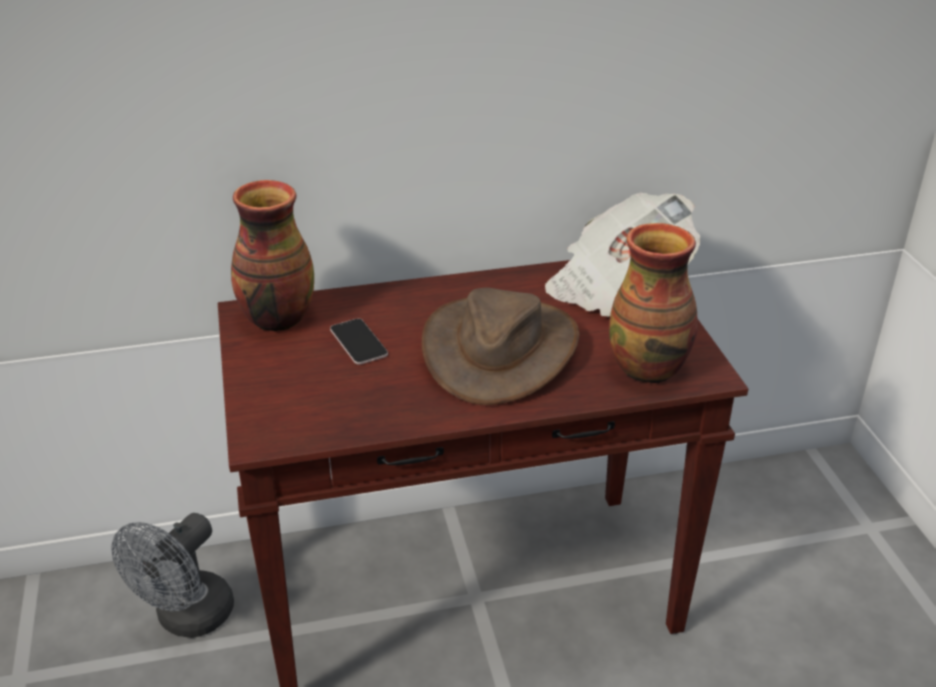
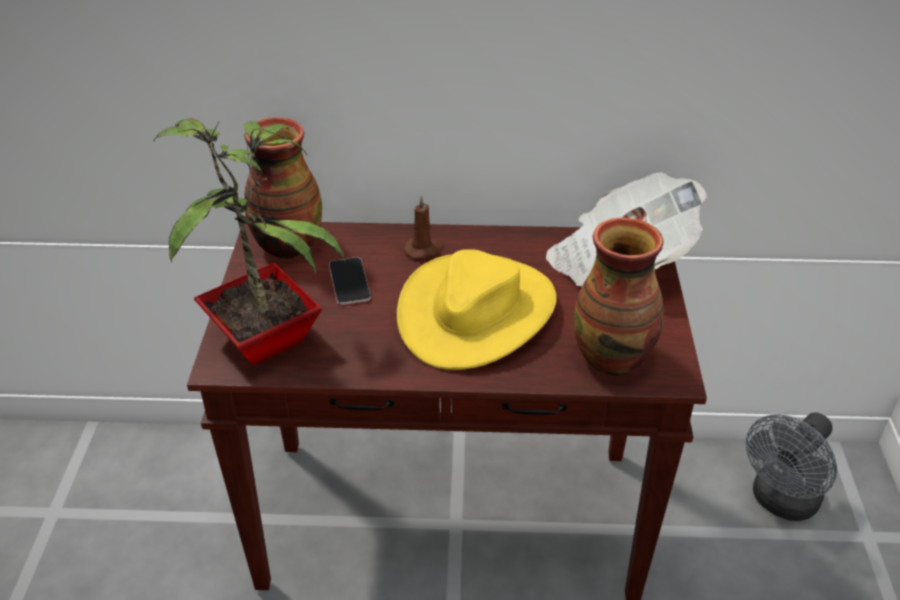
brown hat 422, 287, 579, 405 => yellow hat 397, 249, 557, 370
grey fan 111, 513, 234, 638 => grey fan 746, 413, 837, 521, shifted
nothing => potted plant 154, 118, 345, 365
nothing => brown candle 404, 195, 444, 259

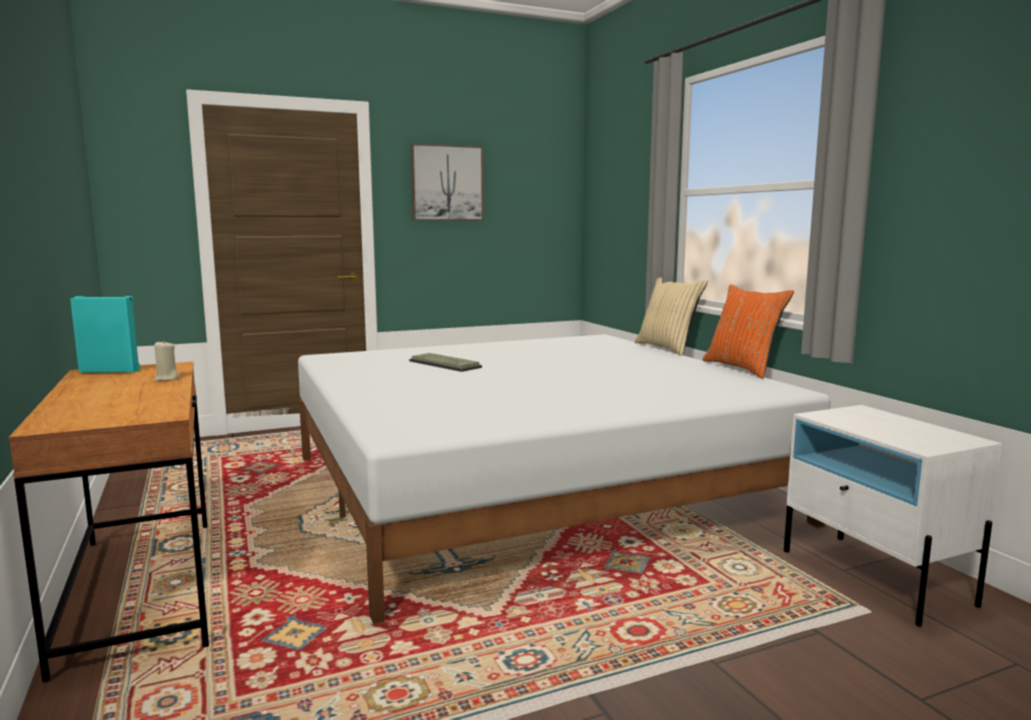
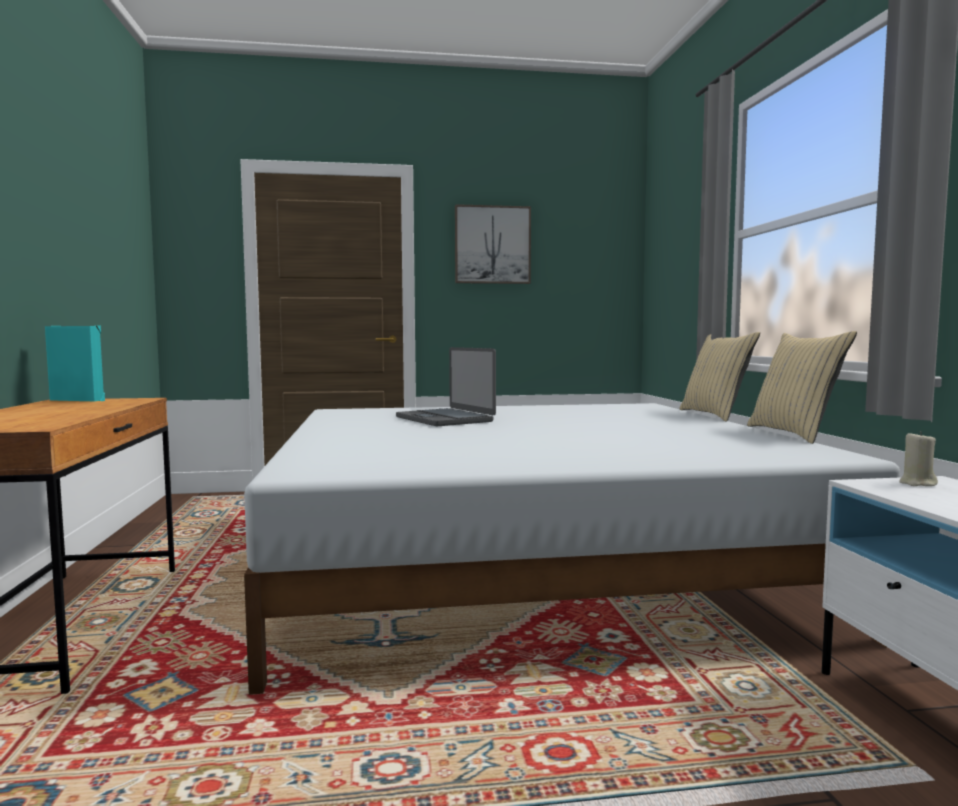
orange pillow 702, 284, 794, 379 => beige pillow 747, 331, 857, 444
beige candle 154, 340, 180, 381 => beige candle 899, 431, 938, 486, shifted
keyboard 409, 353, 482, 372 => laptop 396, 347, 496, 426

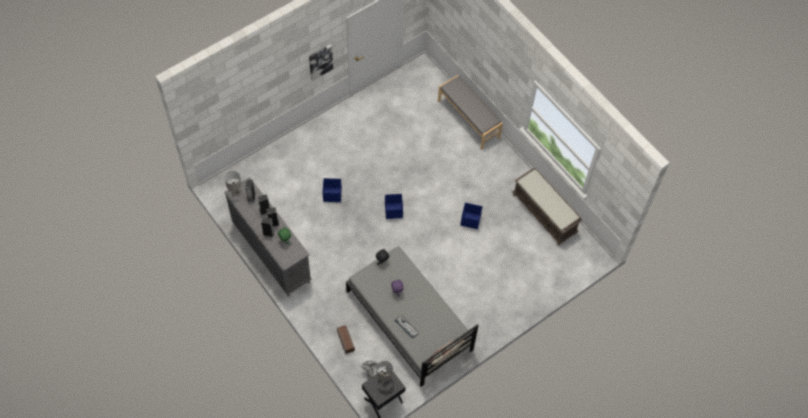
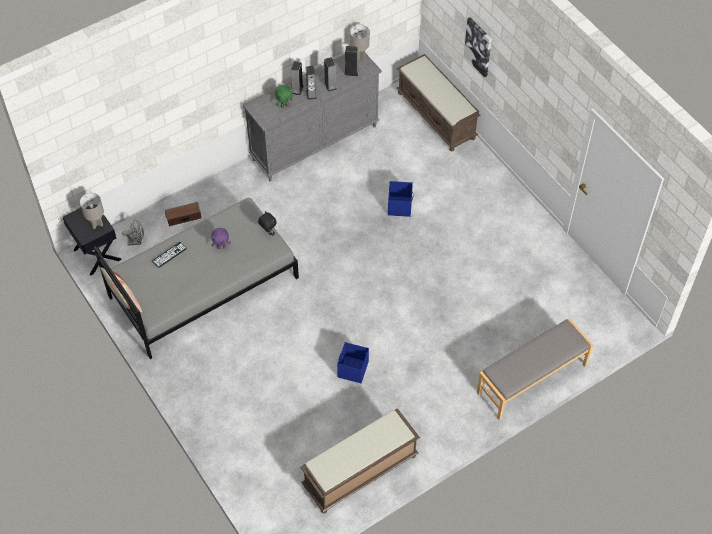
picture 309, 44, 333, 81 => picture 464, 17, 492, 77, shifted
blue storage box 385, 194, 404, 219 => nothing
nothing => brown bench 396, 54, 481, 152

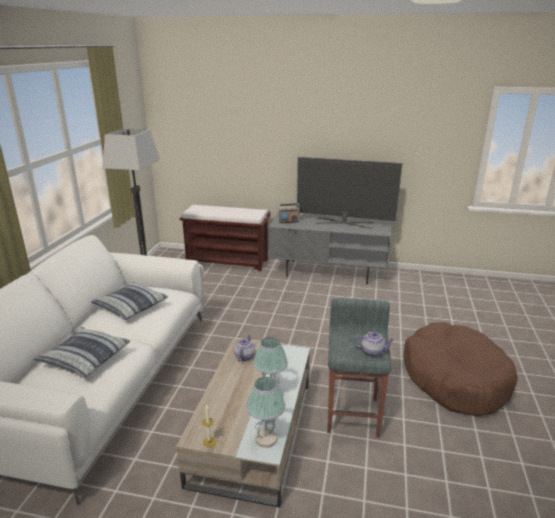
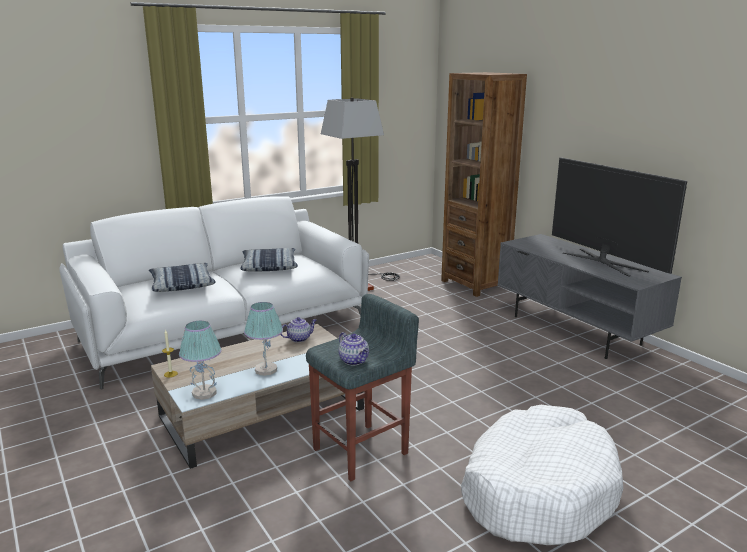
radio 278, 204, 300, 223 => nothing
brown bench 179, 205, 271, 271 => brown bookcase 441, 72, 527, 297
brown dog bed 403, 322, 518, 416 => white dog bed 461, 405, 623, 545

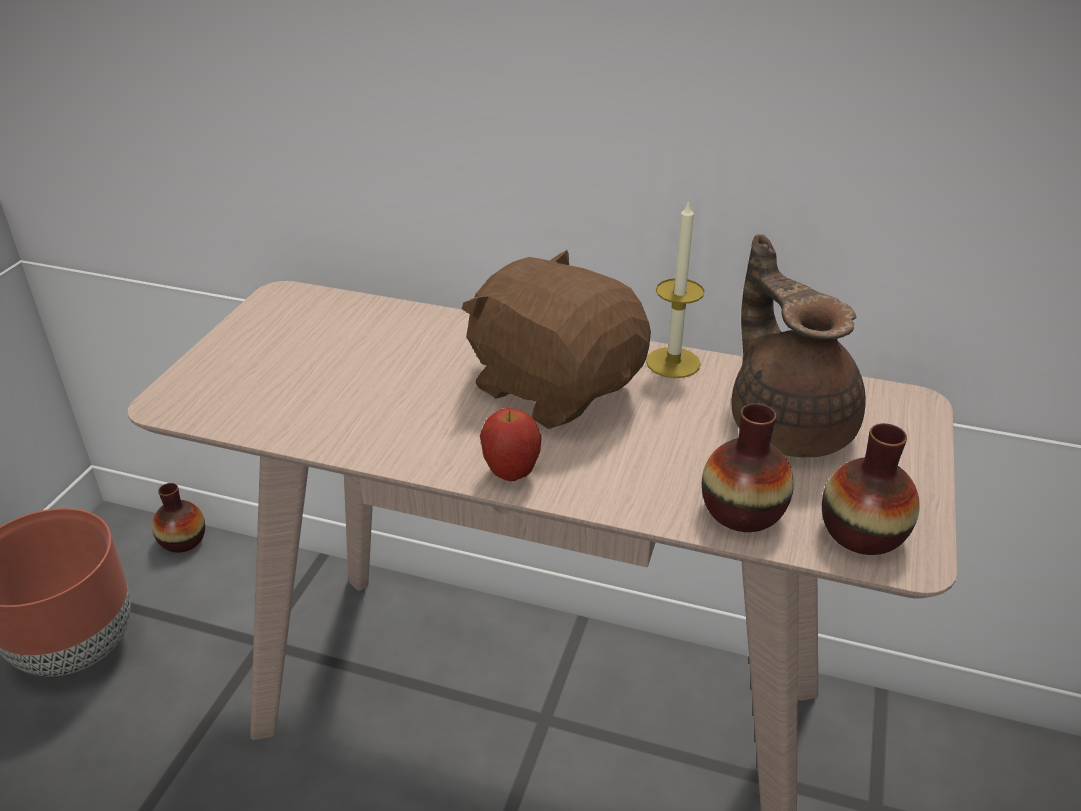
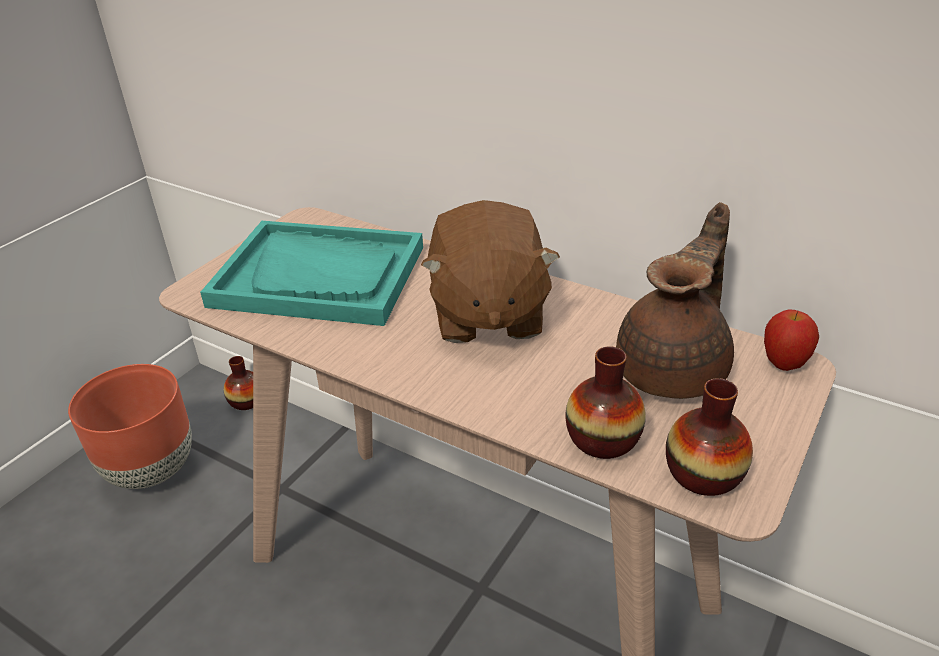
candle 646, 199, 705, 378 => nothing
brown teapot 732, 234, 866, 457 => brown teapot 616, 202, 734, 399, 45 degrees clockwise
brown plush toy 462, 250, 651, 429 => brown plush toy 421, 200, 560, 343, 150 degrees counterclockwise
apple 480, 408, 542, 481 => apple 764, 309, 819, 371, shifted
nothing => turquoise tray 200, 221, 423, 326

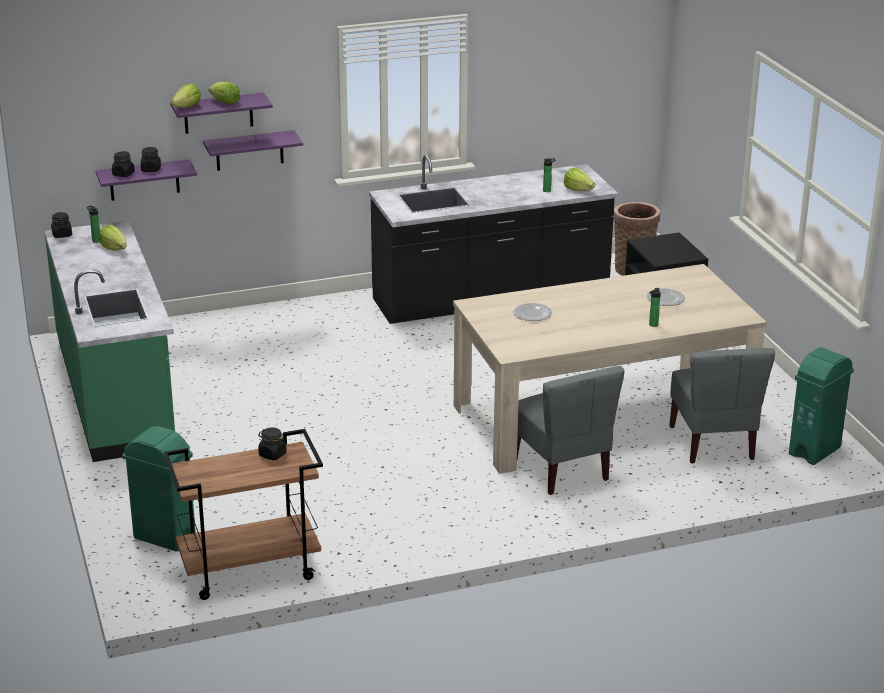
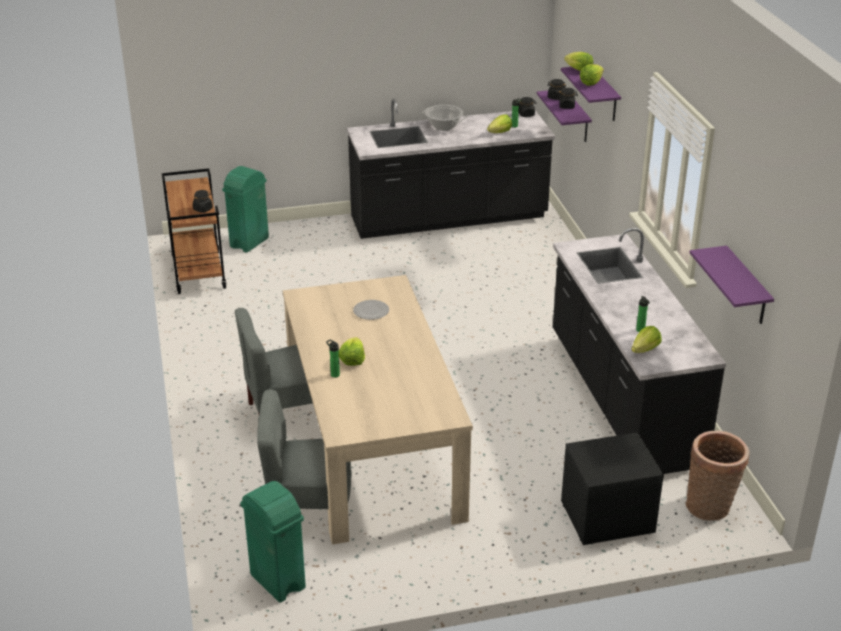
purple shelf 203, 130, 303, 171 => purple shelf 689, 246, 774, 324, shifted
green counter 44, 220, 175, 462 => black counter 347, 99, 555, 239
plate 647, 289, 685, 306 => nothing
nothing => cooking pot 422, 105, 466, 131
nothing => lettuce 339, 337, 365, 366

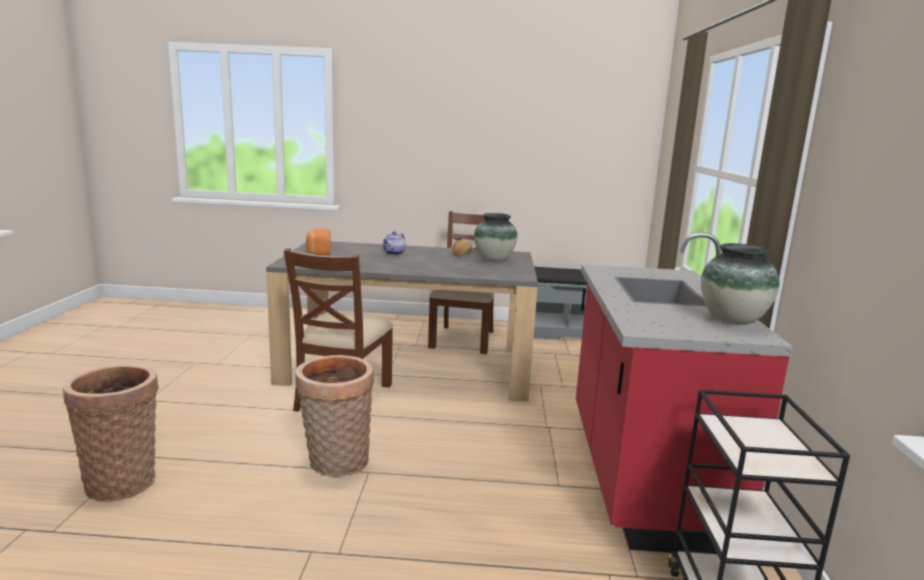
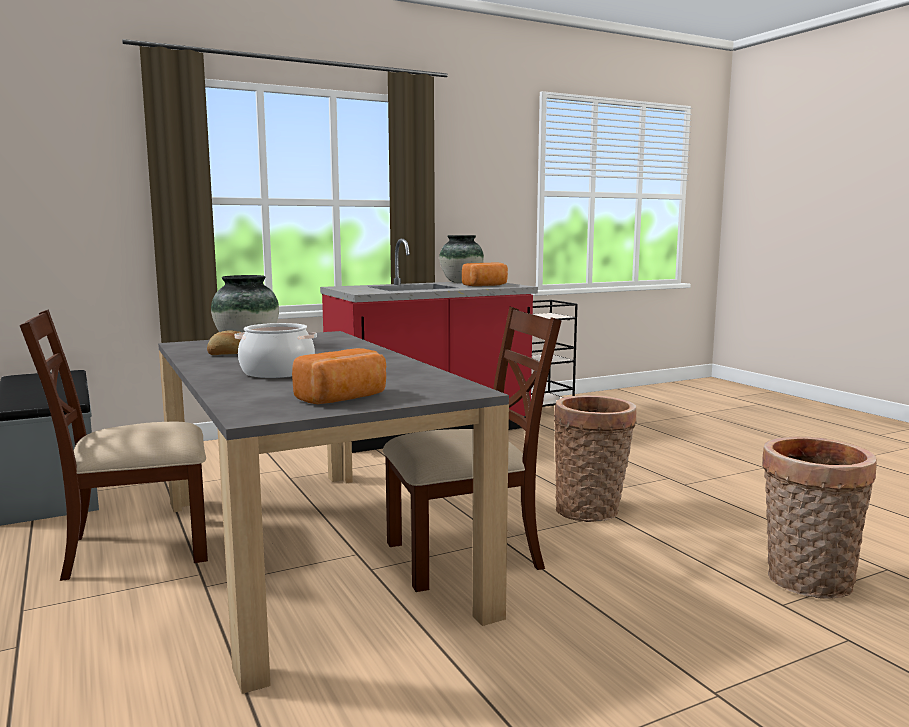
teapot 383, 231, 406, 255 => cooking pot 235, 323, 317, 378
nothing => bread 462, 263, 508, 286

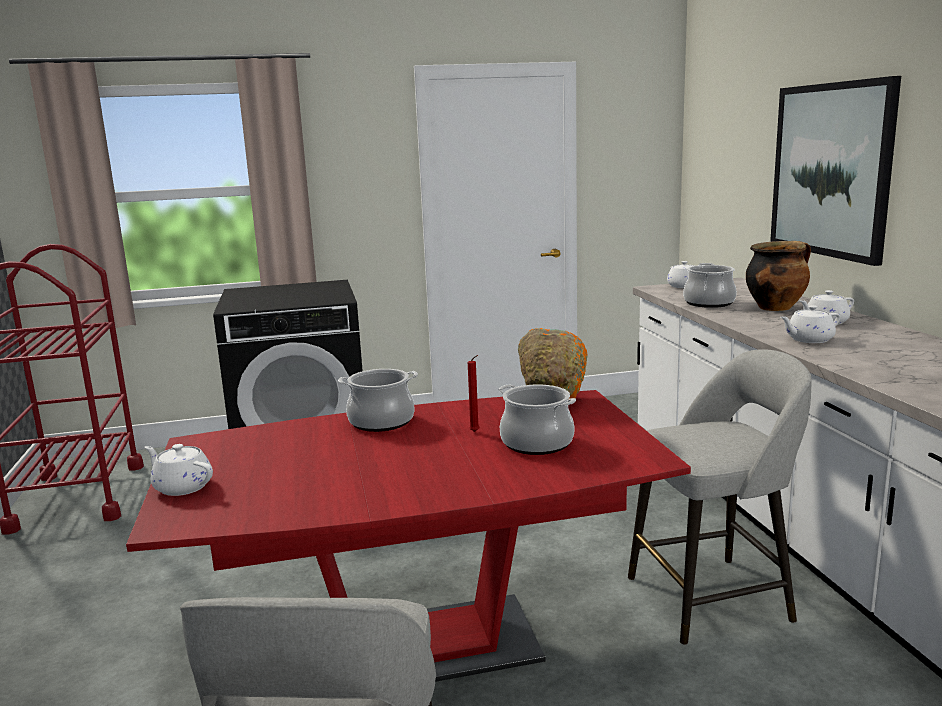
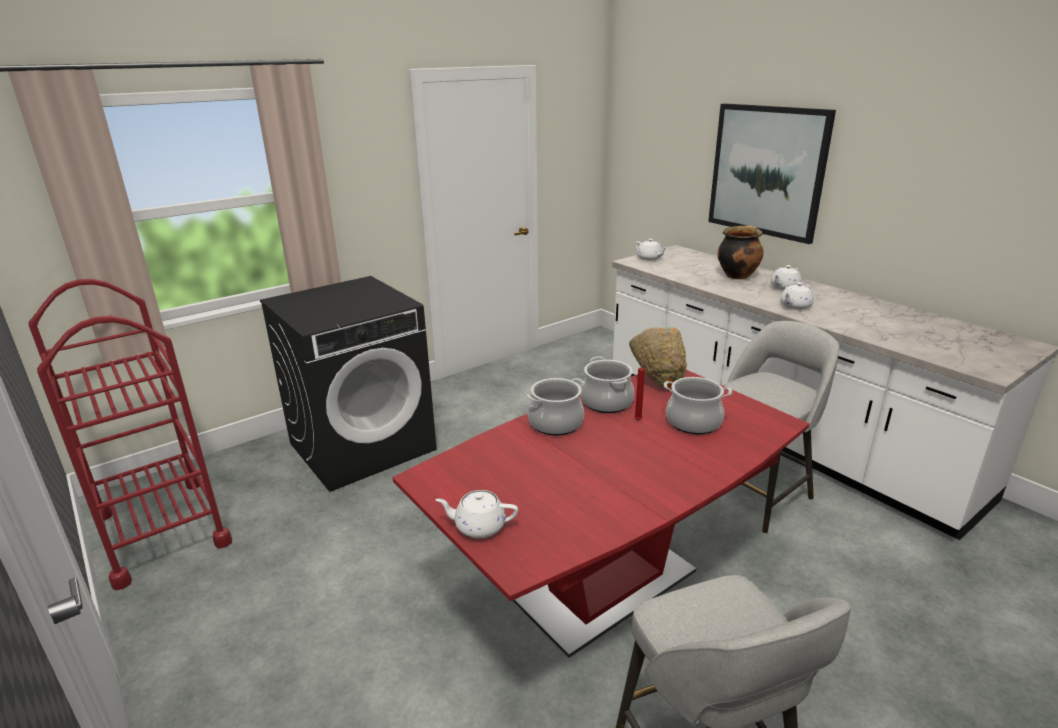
cooking pot 683, 263, 737, 308 => cooking pot 581, 356, 634, 413, shifted

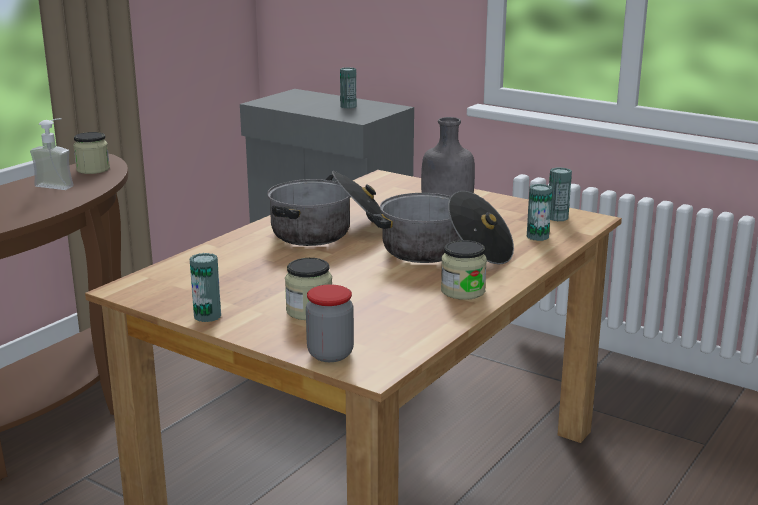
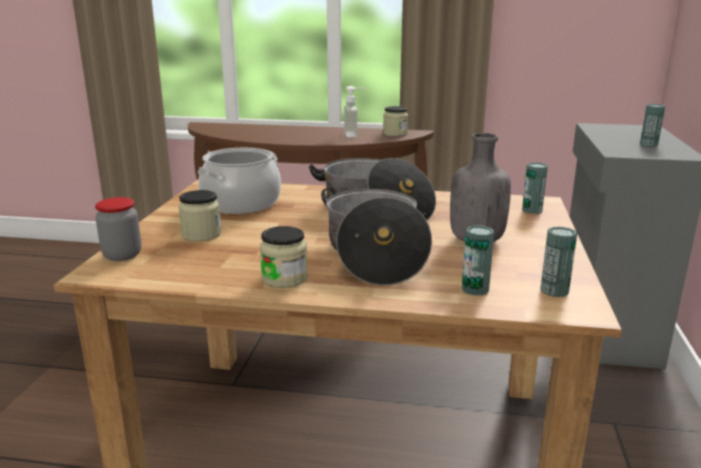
can 190, 253, 221, 322 => can 522, 162, 548, 214, shifted
nothing => cooking pot 198, 148, 281, 214

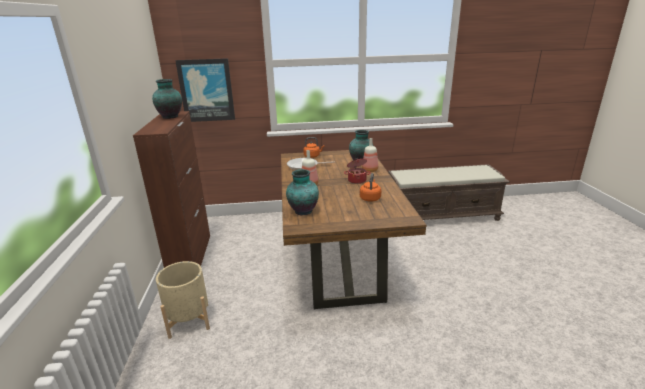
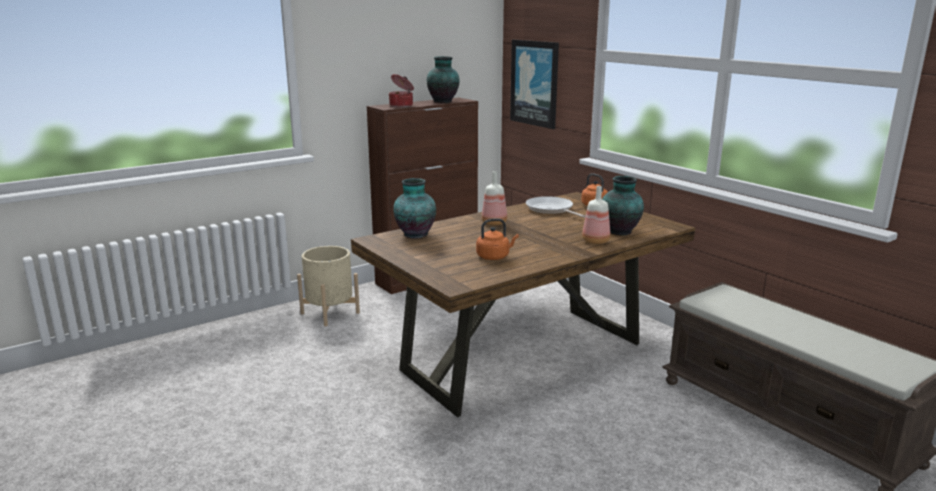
cooking pot 344, 158, 371, 184 => cooking pot 389, 74, 414, 107, shifted

